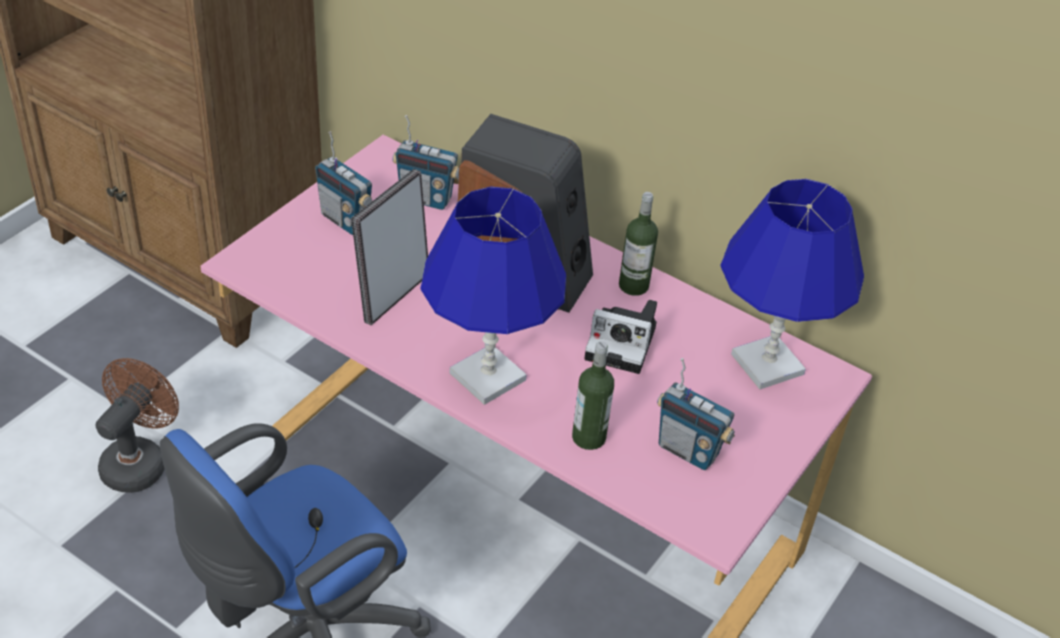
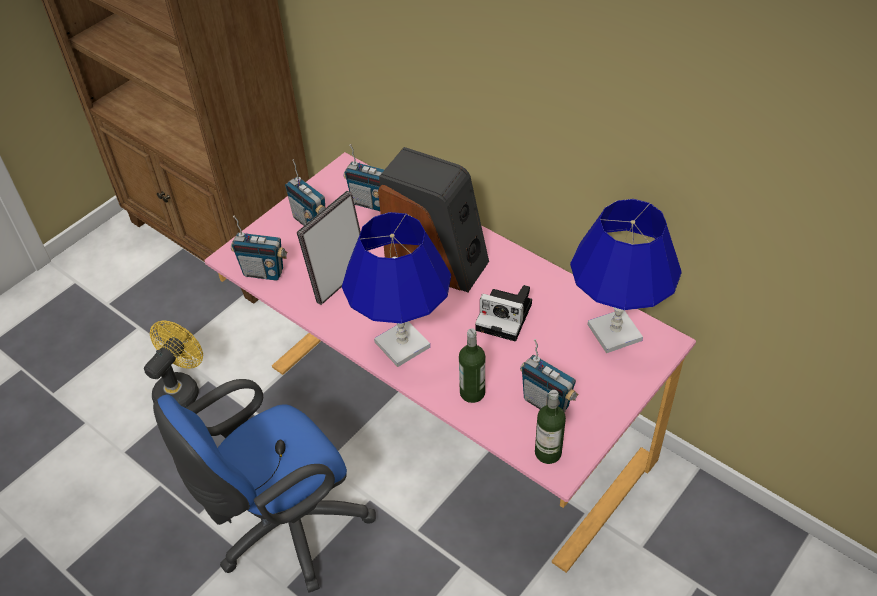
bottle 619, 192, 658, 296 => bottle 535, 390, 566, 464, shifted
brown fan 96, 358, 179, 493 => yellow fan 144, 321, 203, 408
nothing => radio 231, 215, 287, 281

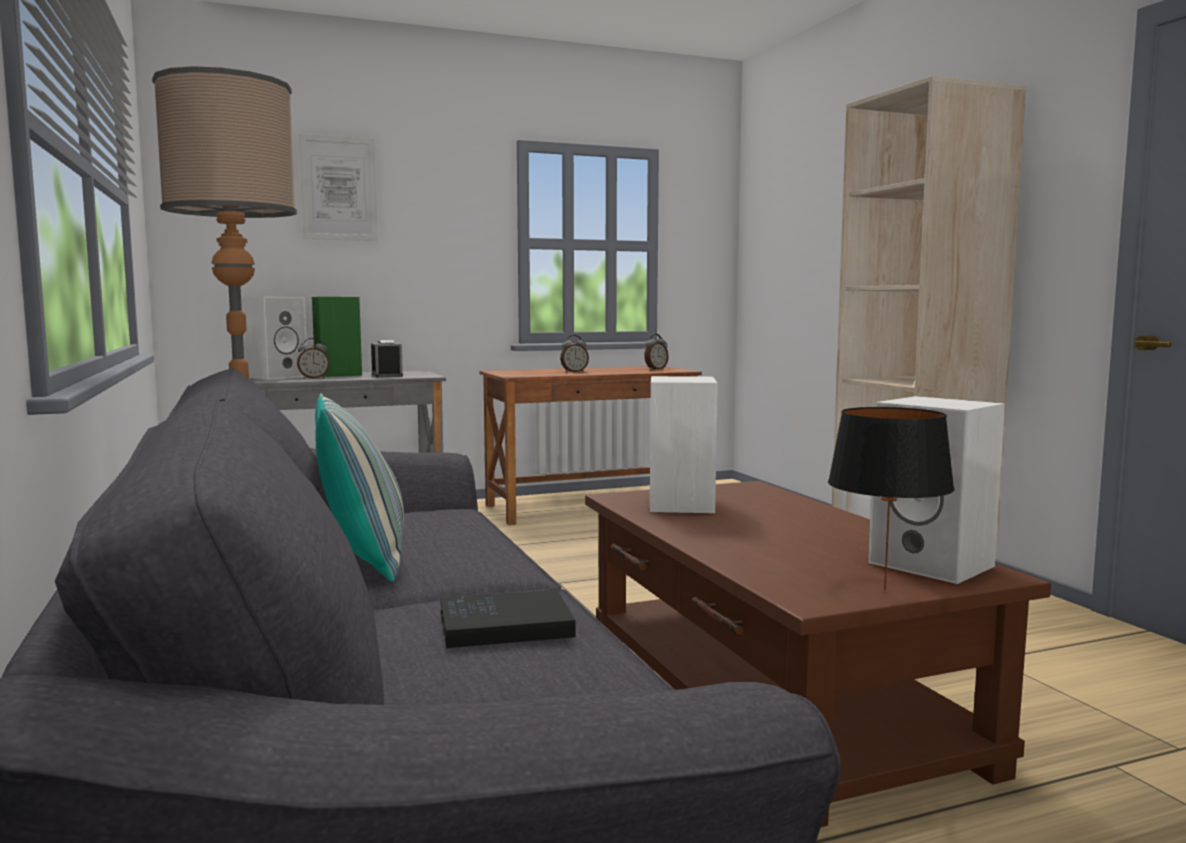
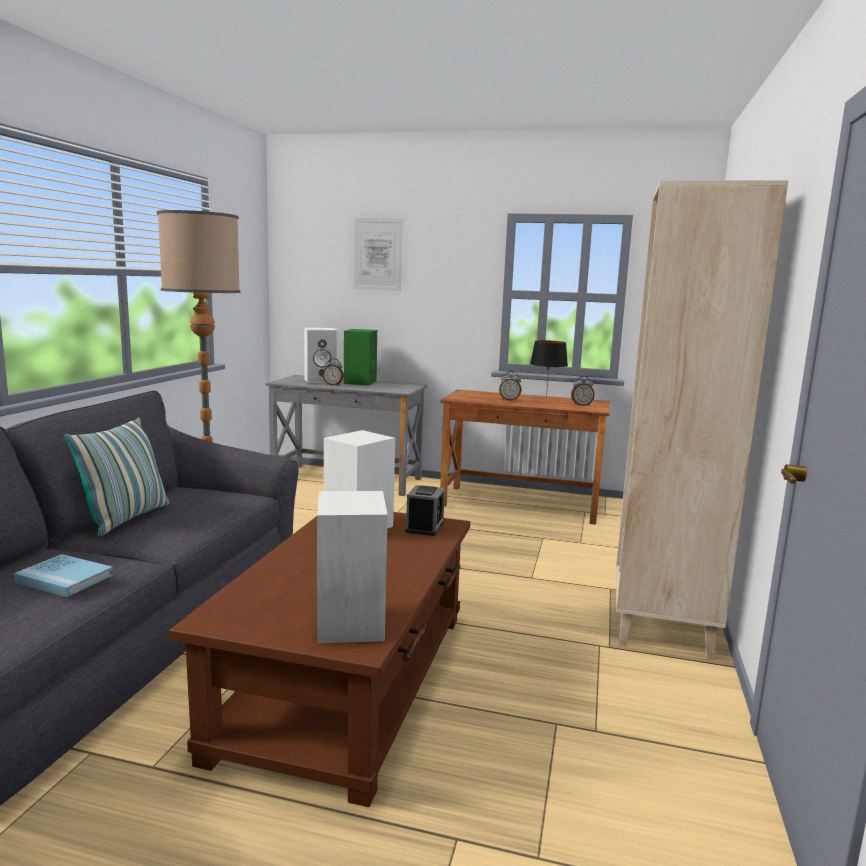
alarm clock 371, 340, 403, 377 => alarm clock 406, 485, 445, 536, shifted
black table lamp 828, 407, 955, 590 => black table lamp 530, 340, 568, 398, shifted
black book 440, 590, 576, 648 => blue book 14, 554, 113, 597

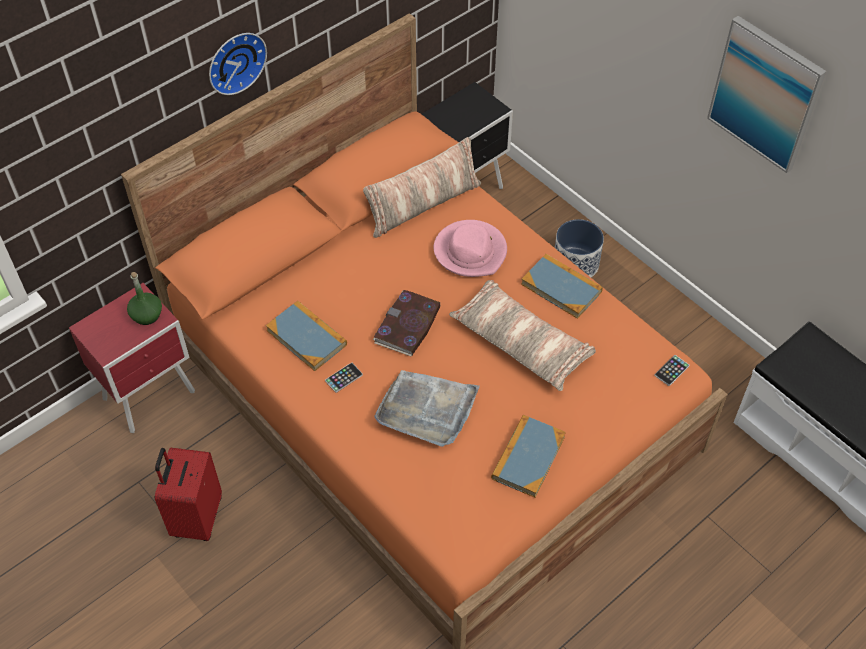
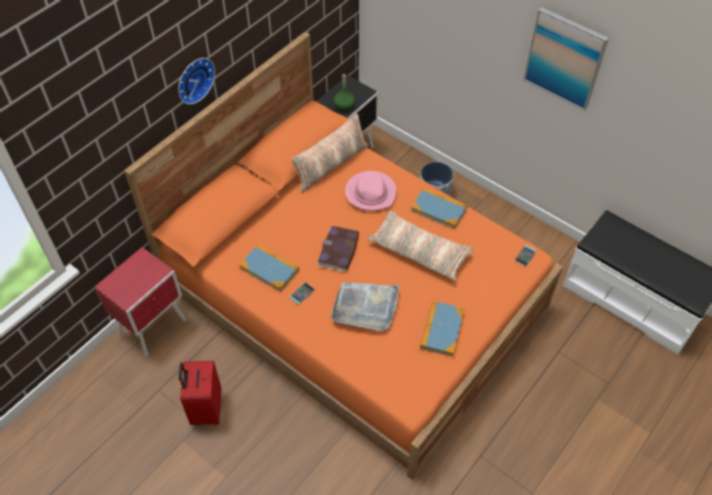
green bottle 127, 272, 162, 325 => green bottle 334, 74, 355, 111, shifted

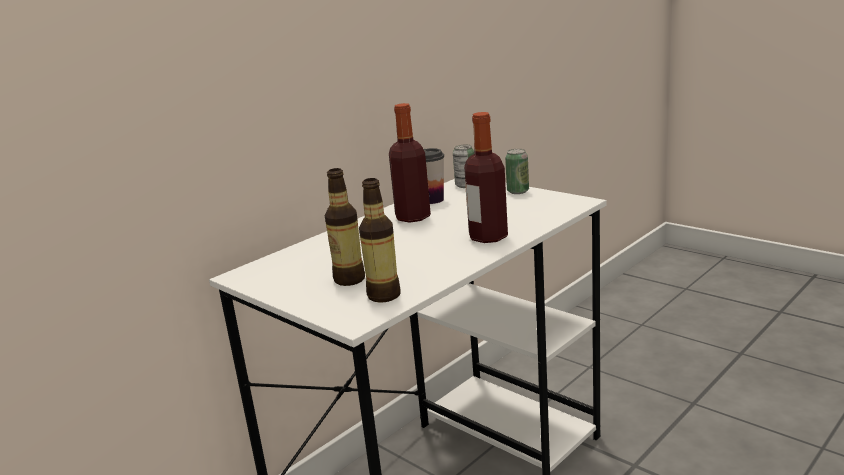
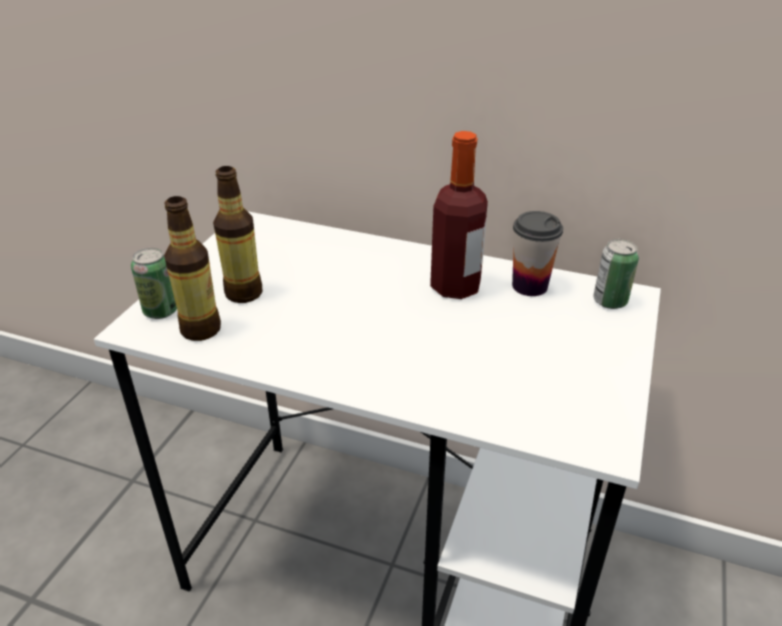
bottle 464, 112, 508, 243 => nothing
can 505, 149, 529, 194 => can 131, 248, 177, 319, shifted

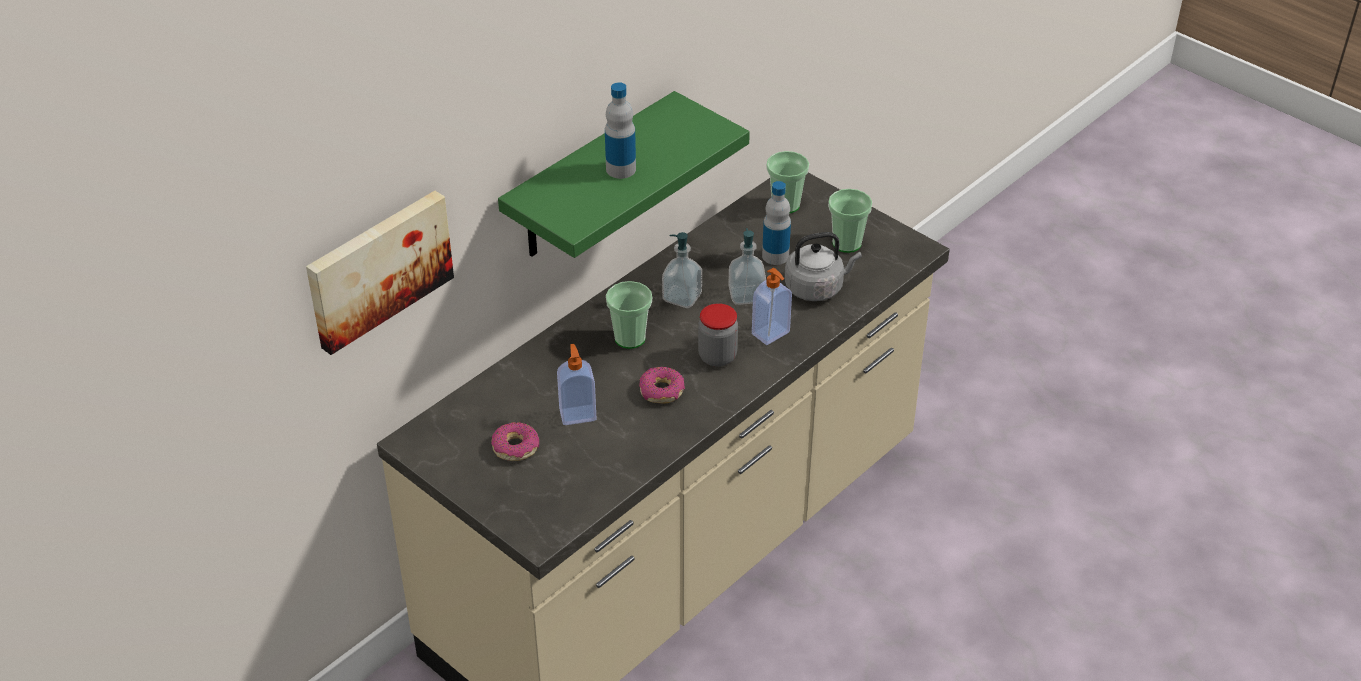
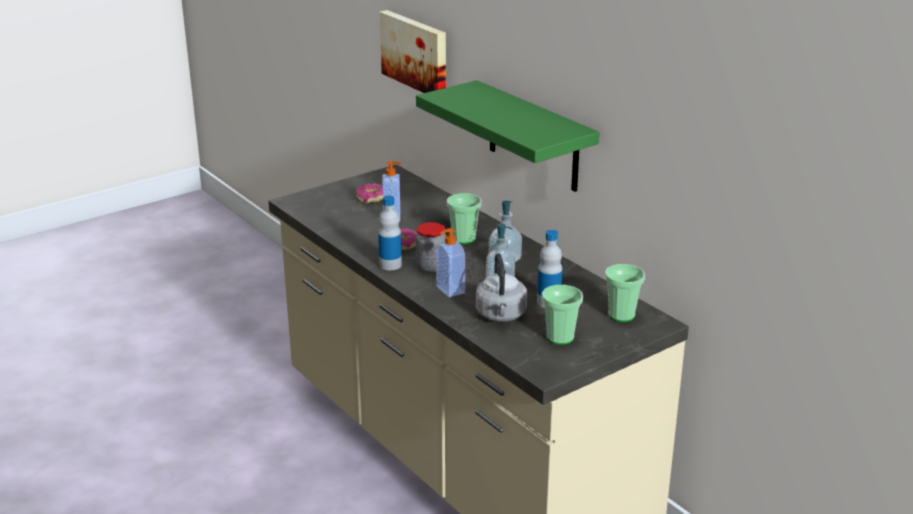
bottle 605, 82, 636, 179 => bottle 378, 195, 402, 270, shifted

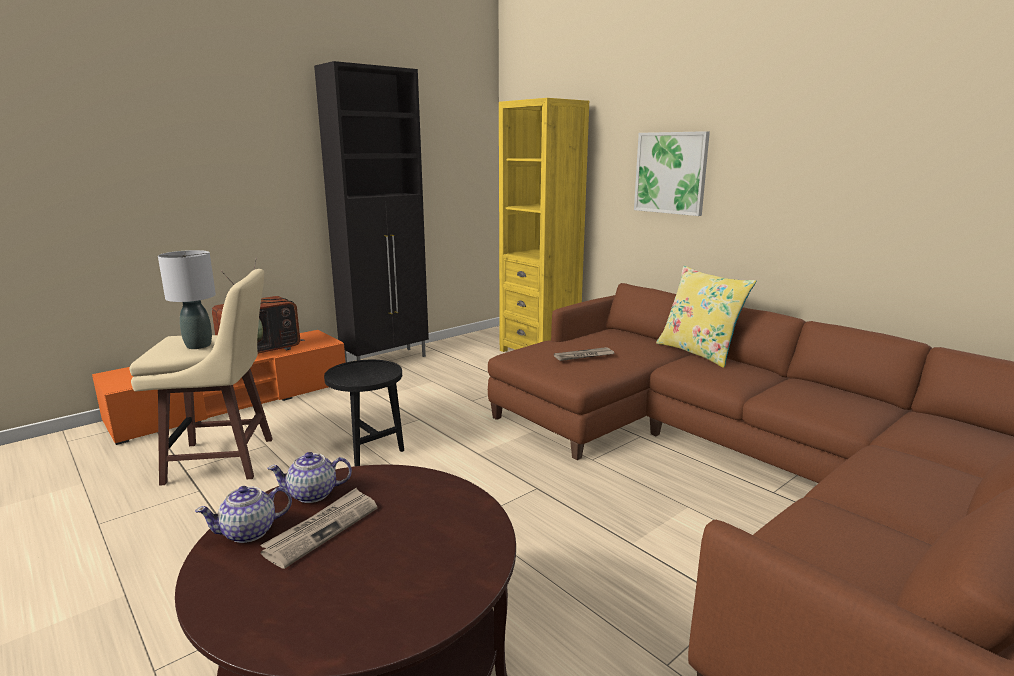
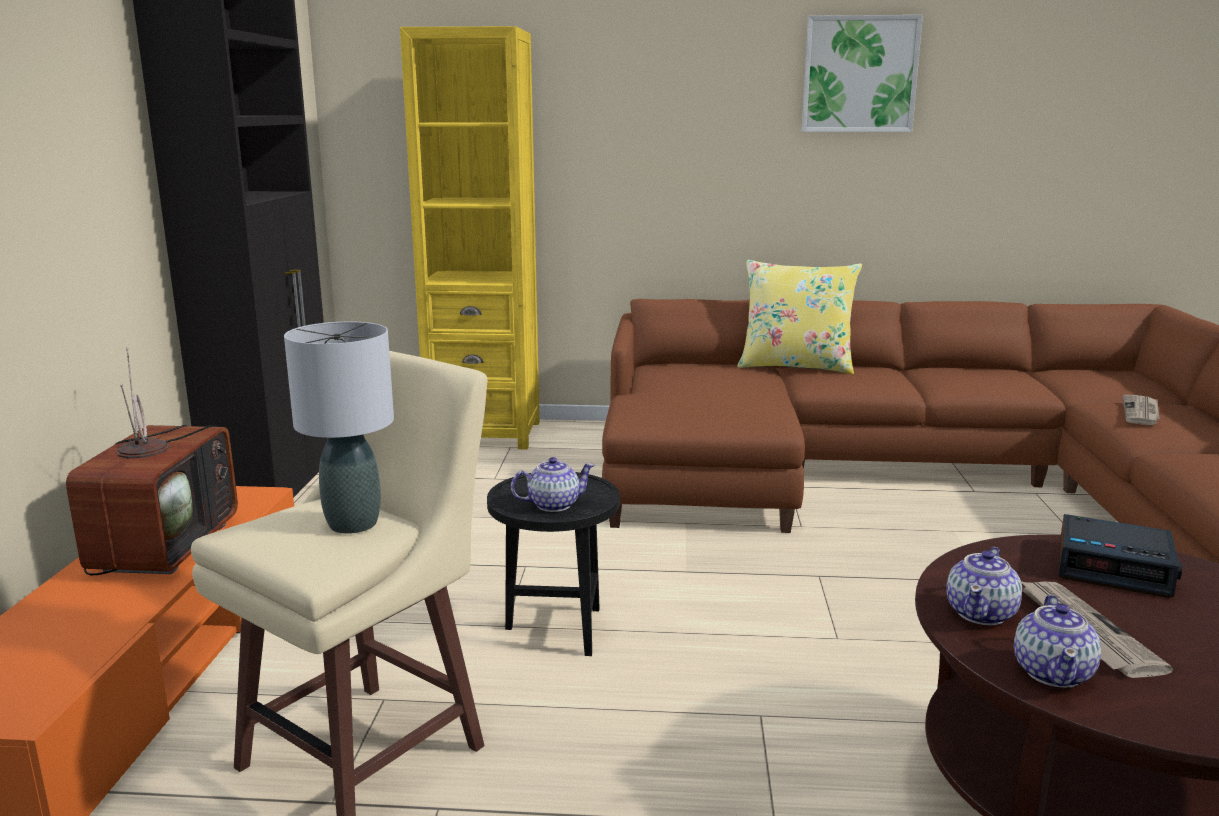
picture 634, 131, 710, 216 => picture 801, 15, 923, 132, shifted
newspaper 554, 347, 615, 361 => newspaper 1123, 395, 1160, 425, shifted
nothing => teapot 511, 457, 595, 512
nothing => alarm clock 1059, 514, 1183, 598

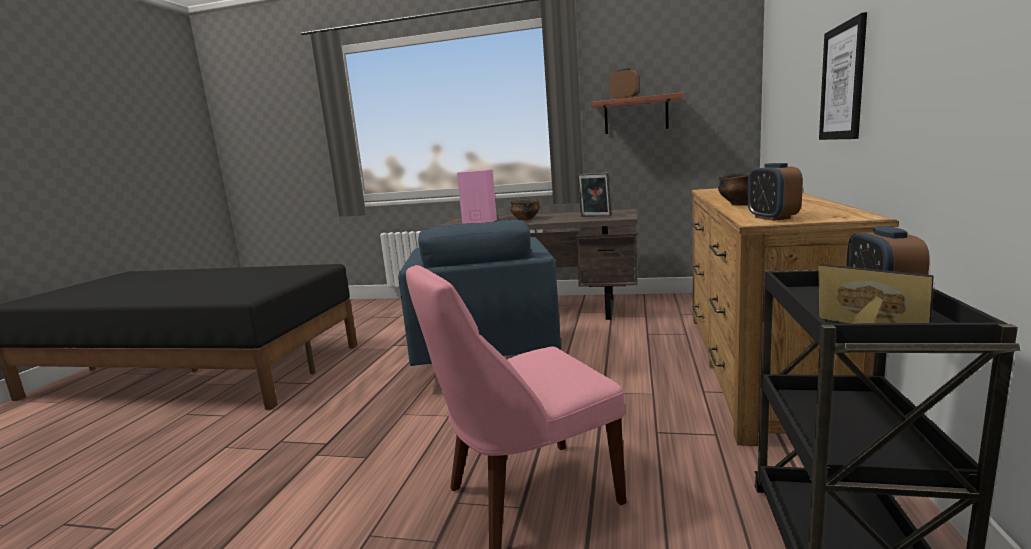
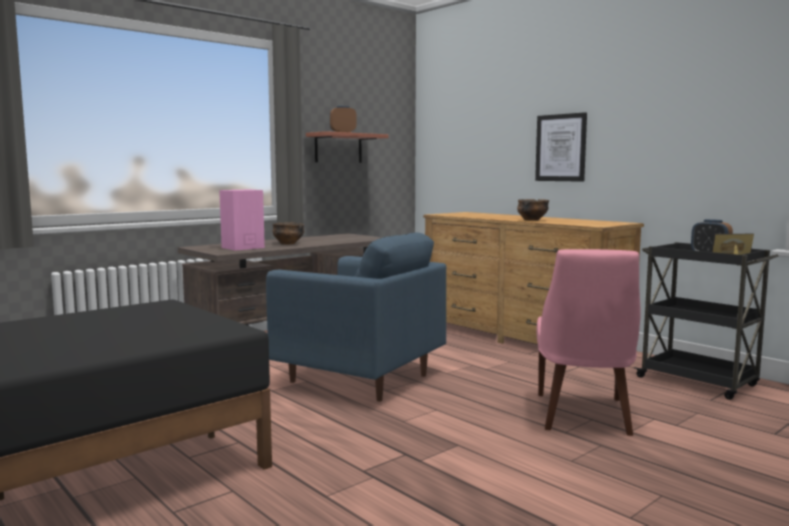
alarm clock 747, 163, 803, 221 => nothing
picture frame 577, 173, 612, 217 => nothing

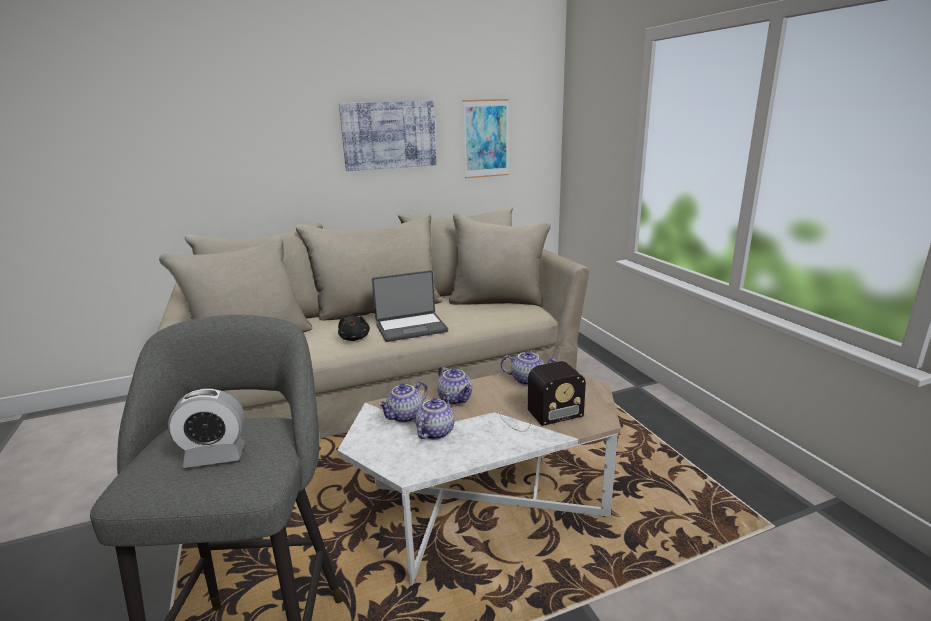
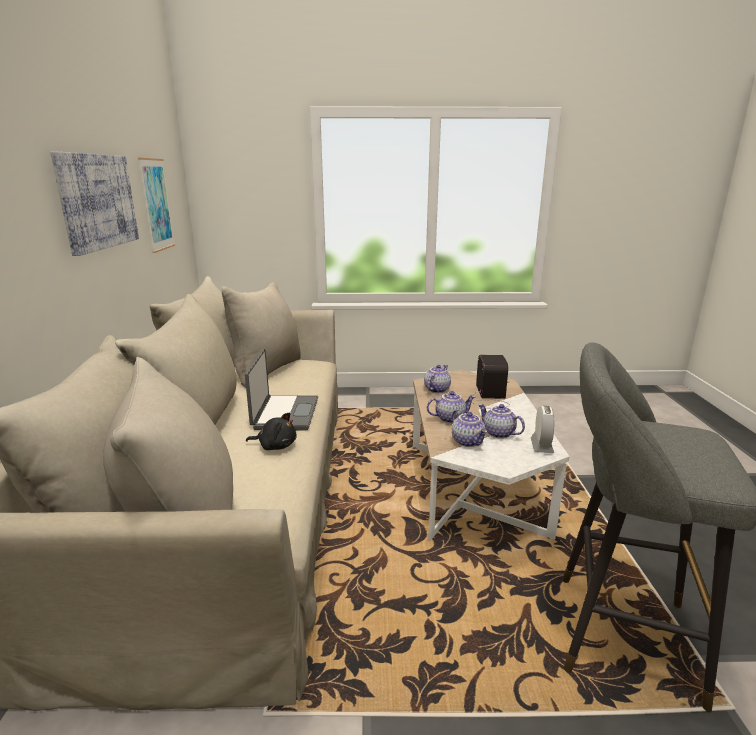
alarm clock 168, 389, 245, 468 => alarm clock 531, 406, 555, 453, shifted

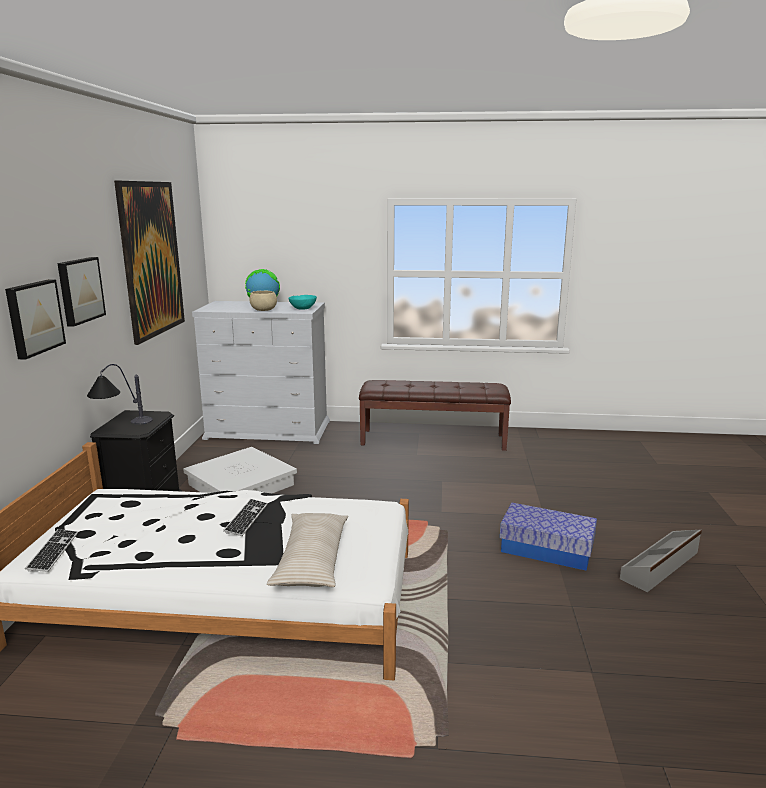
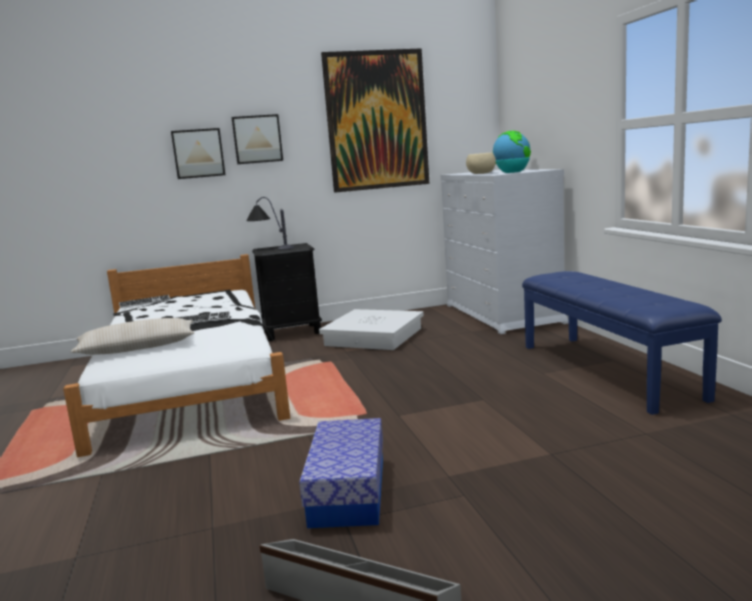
brown bench 359, 380, 511, 451 => blue bench 522, 271, 722, 415

